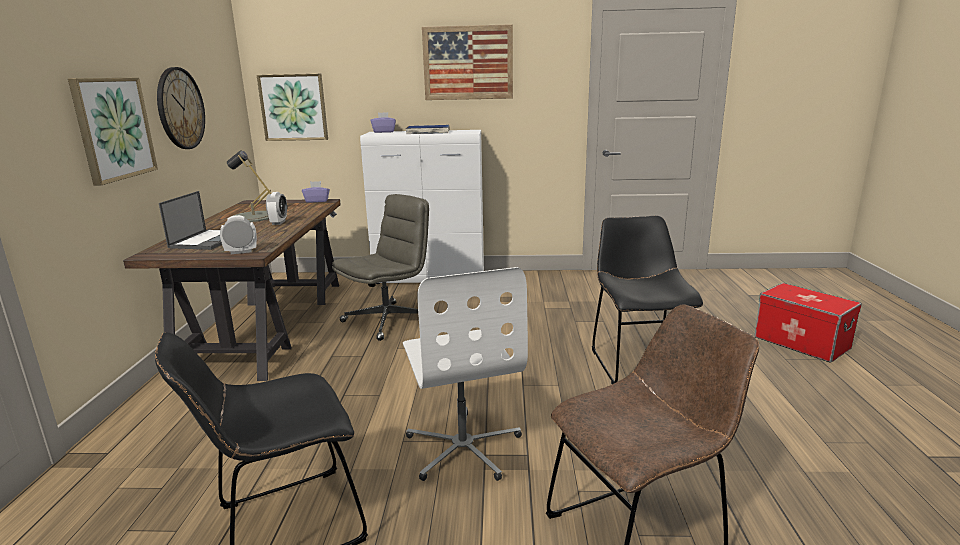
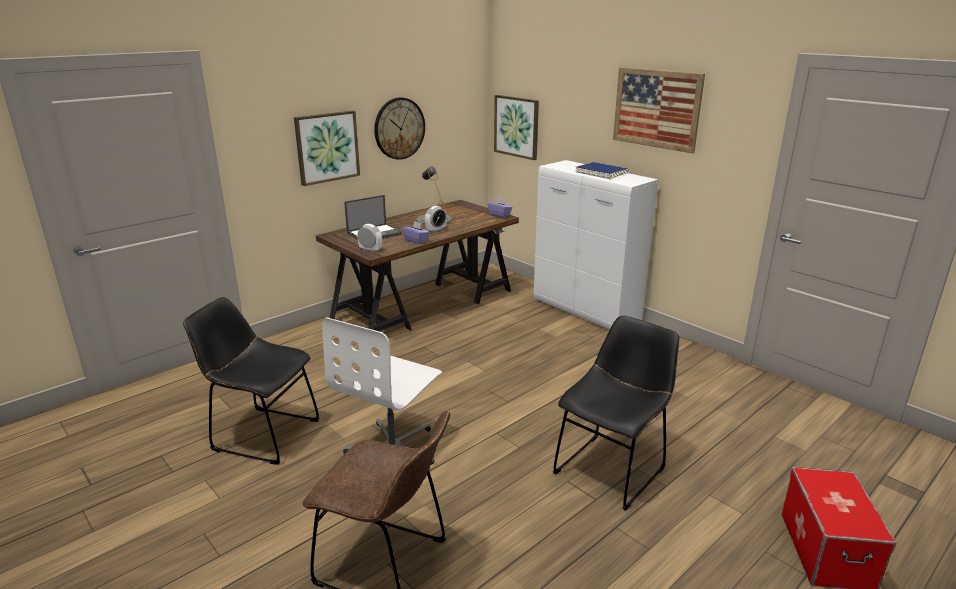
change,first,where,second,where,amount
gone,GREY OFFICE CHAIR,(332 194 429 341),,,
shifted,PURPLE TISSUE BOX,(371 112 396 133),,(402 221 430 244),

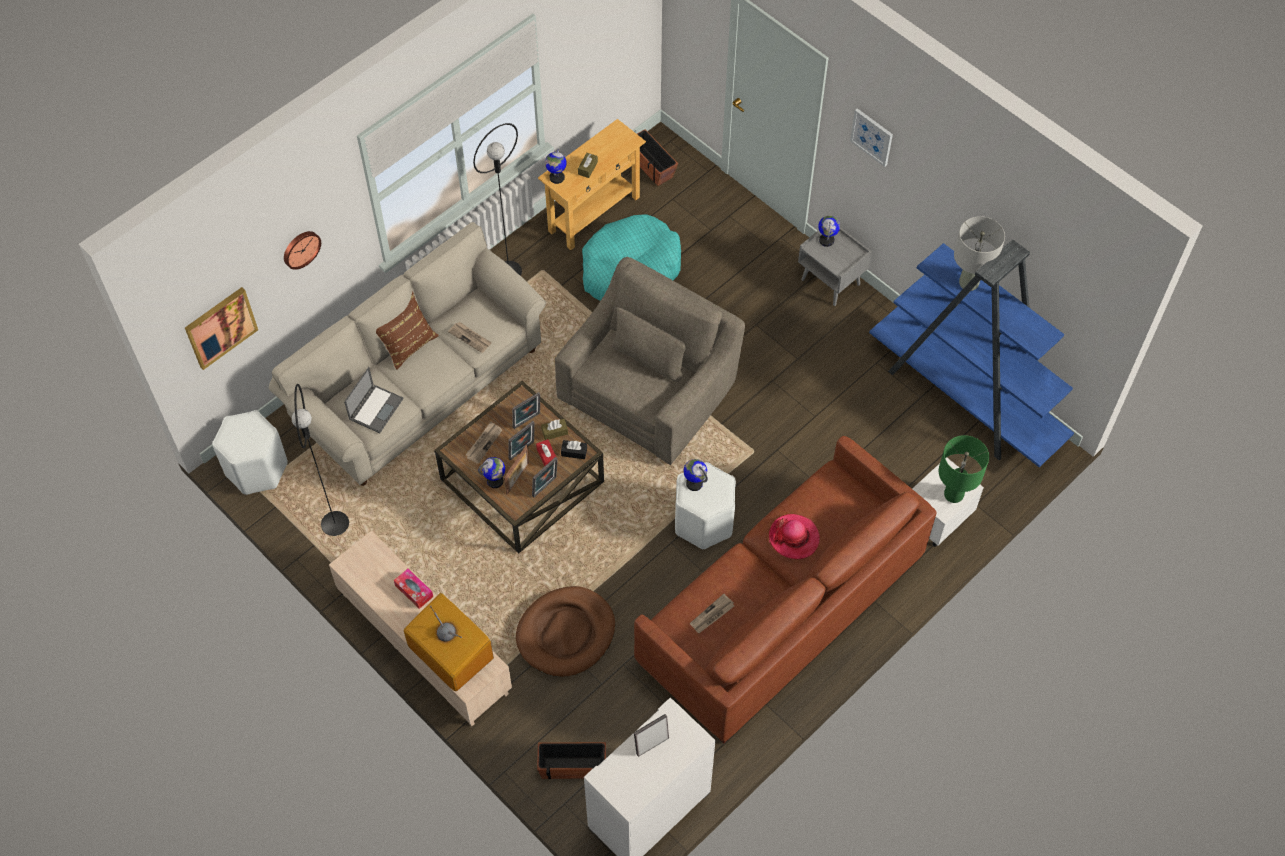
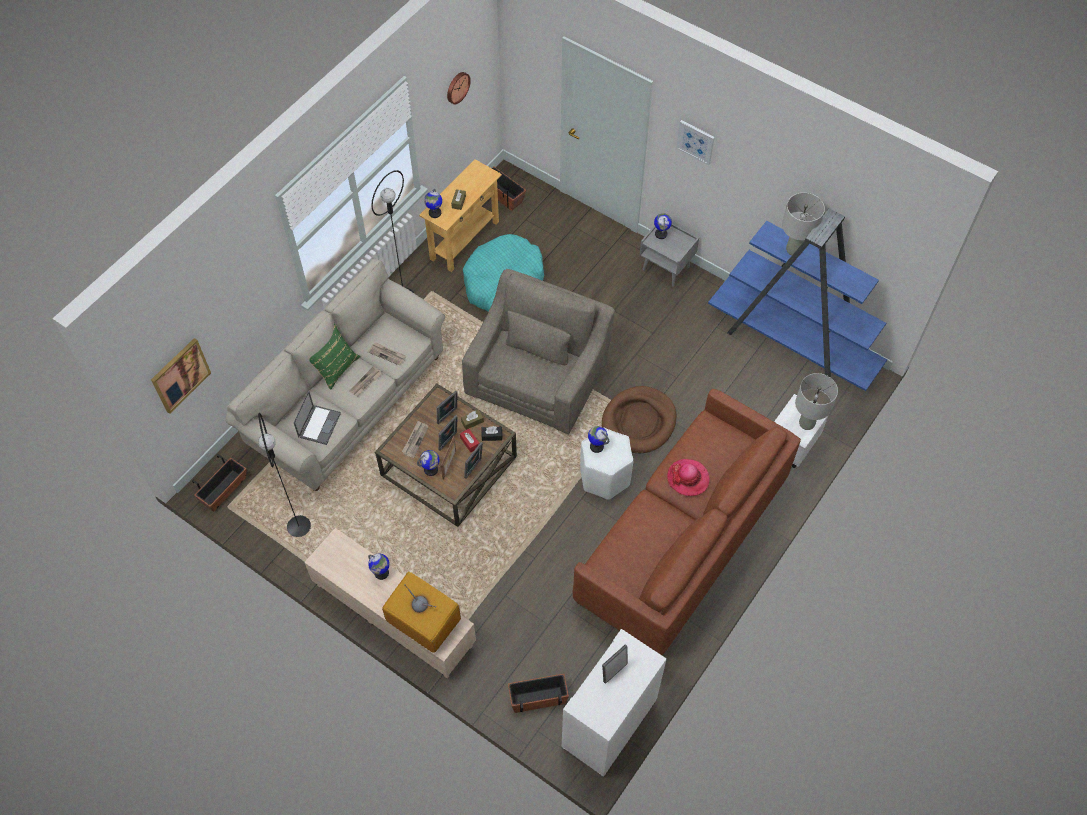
change,first,where,second,where,amount
swapped,WHITE STOOL,(212 410 288 495),PLANTER,(192 454 247 512),
shifted,WALL CLOCK,(284 231 321 270),,(447 72 471 104),
repainted,BROWN PILLOW,(376 291 439 370),GREEN PILLOW,(309 323 360 390),
swapped,TISSUE BOX,(394 569 433 609),GLOBE,(368 553 390 580),
shifted,BROWN DOG BED,(516 586 615 677),,(602 386 677 454),
shifted,NEWSPAPER,(690 594 734 633),,(349 366 382 397),
repainted,GREEN TABLE LAMP,(939 435 989 503),GREY TABLE LAMP,(795 373 838 430),

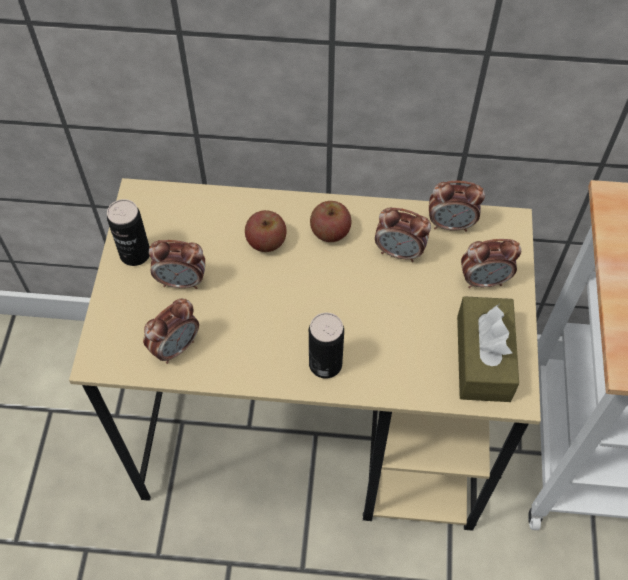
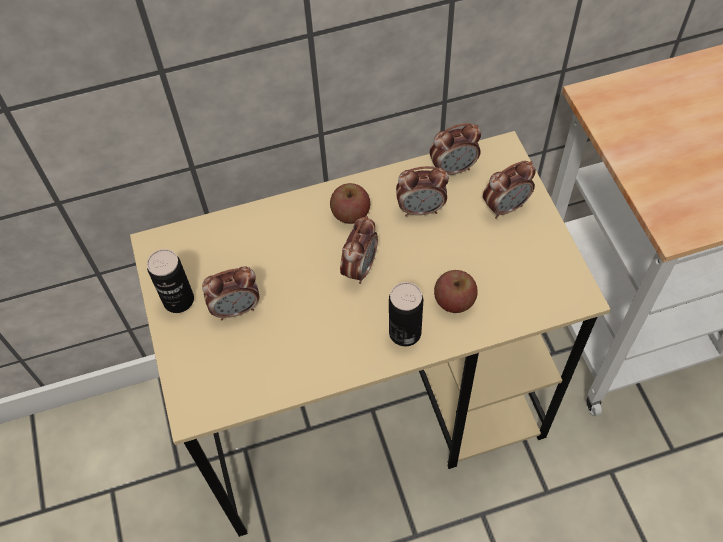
change,first,where,second,where,amount
shifted,ALARM CLOCK,(143 299 199 364),,(340 216 378 284),
shifted,APPLE,(245 210 287 252),,(434 270 478 313),
gone,BROWN TISSUE BOX,(457 296 519 402),,,

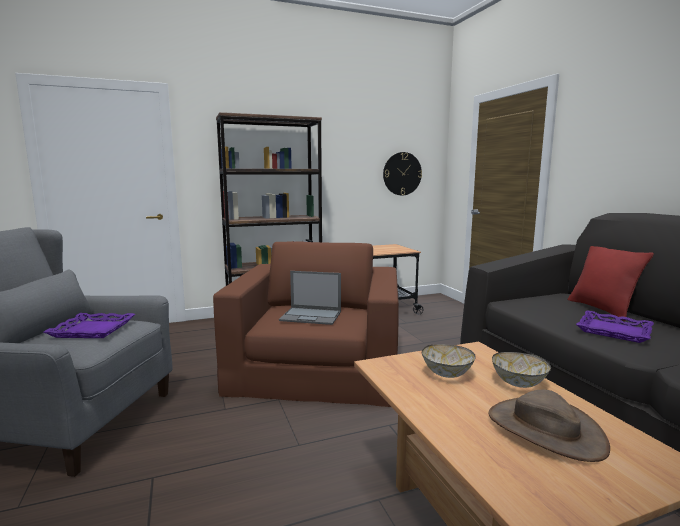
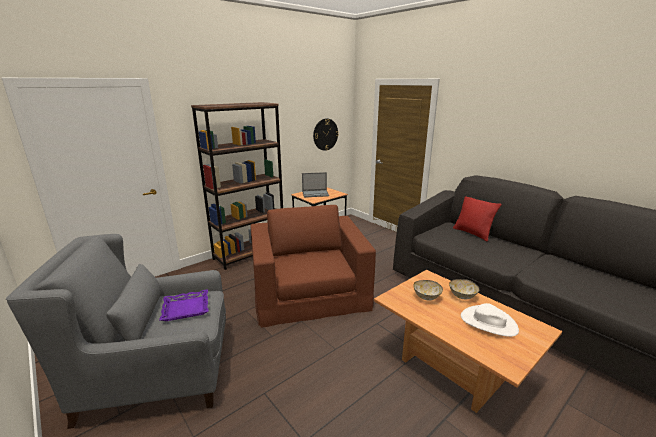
change,first,where,second,where,amount
shifted,LAPTOP,(279 271 341 325),,(302 172 329 197),
repainted,BROWN HAT,(489 390 610 462),WHITE HAT,(461 303 519 337),
gone,PURPLE TRAY,(576 310 654 343),,,

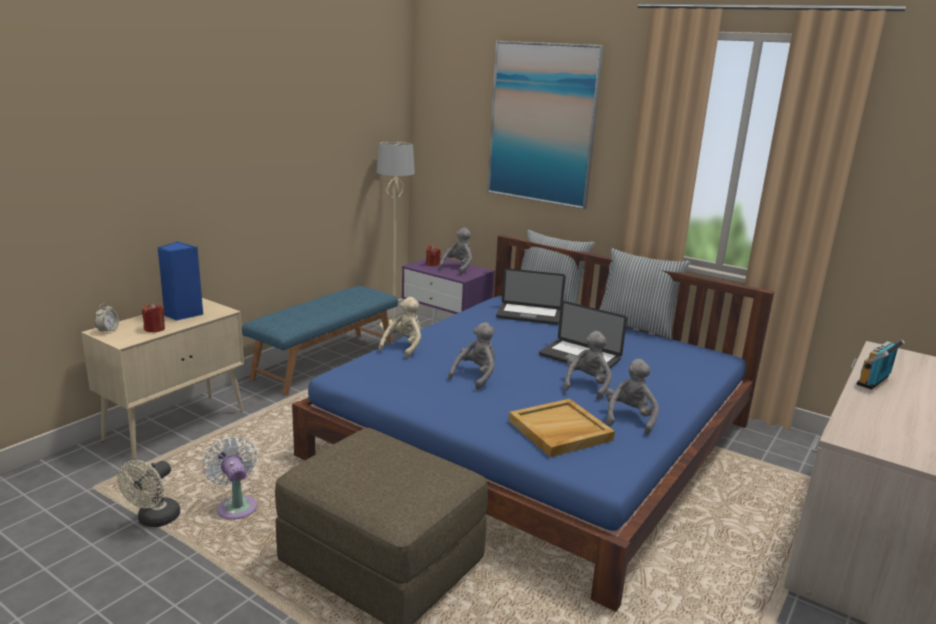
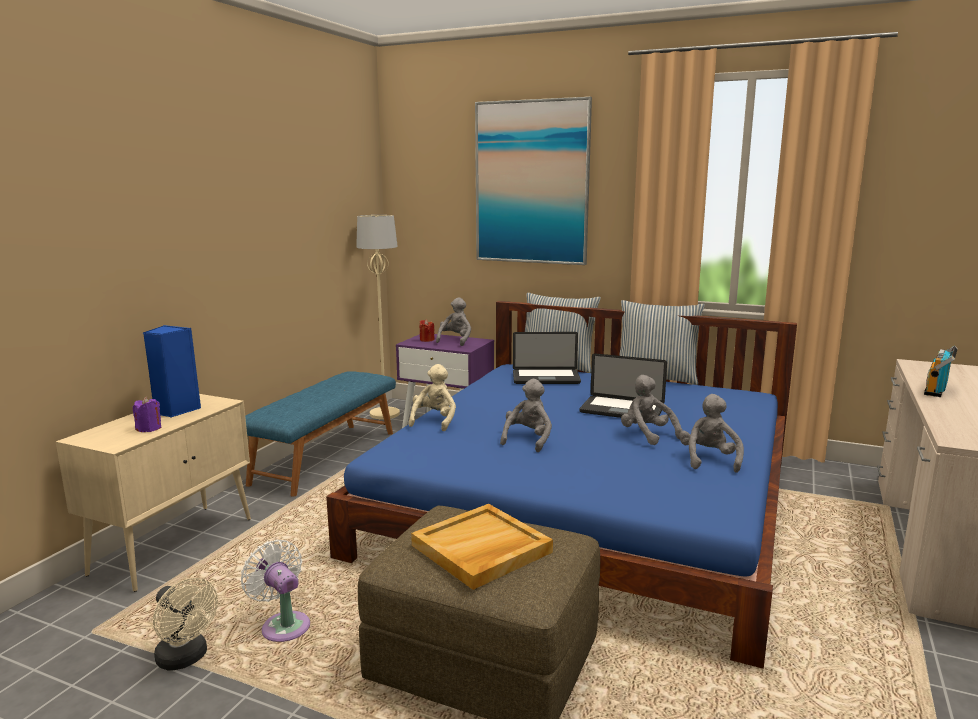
change,first,where,second,where,amount
gone,ALARM CLOCK,(95 303 119 333),,,
rotated,BEIGE FAN,(117 460 180 527),,(153 578 218 671),60 degrees counterclockwise
repainted,RED CANDLE,(142 303 165 333),PURPLE CANDLE,(133 397 161 432),
shifted,BEIGE TRAY,(509 399 615 457),,(411 504 553 590),
rotated,GREY PLUSH TOY,(563 331 612 400),,(621 375 683 445),45 degrees counterclockwise

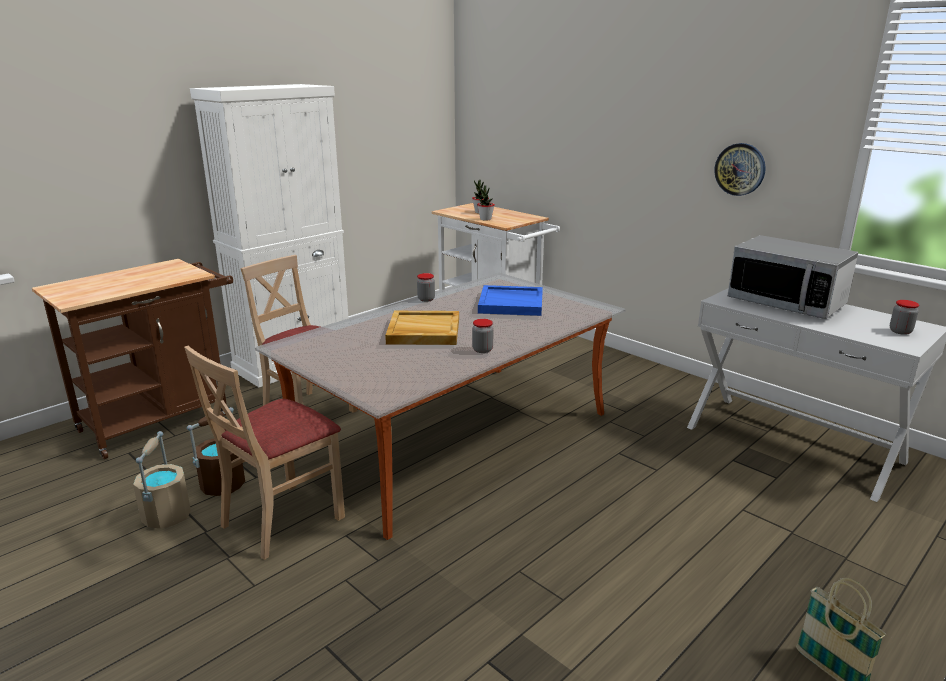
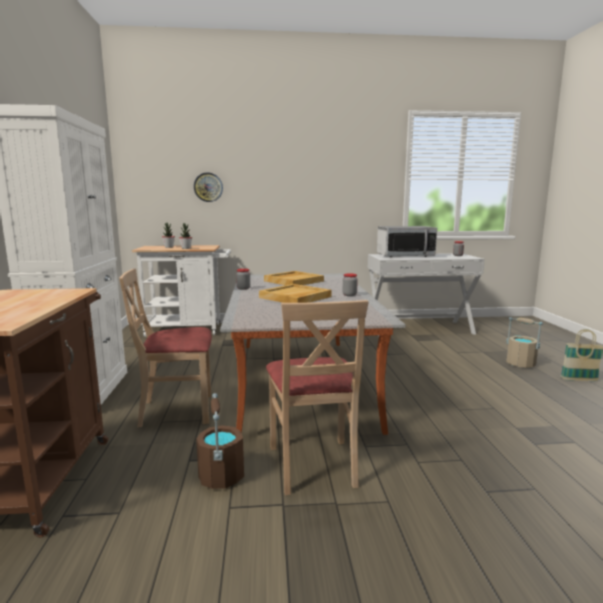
change,first,where,second,where,amount
shifted,BEIGE BUCKET,(133 431 191 529),,(506 317 543 368),
repainted,BLUE TRAY,(478 285 543 316),BEIGE TRAY,(264 271 324 285),
shifted,WALL CLOCK,(714 143 766 196),,(194 173 223 202),

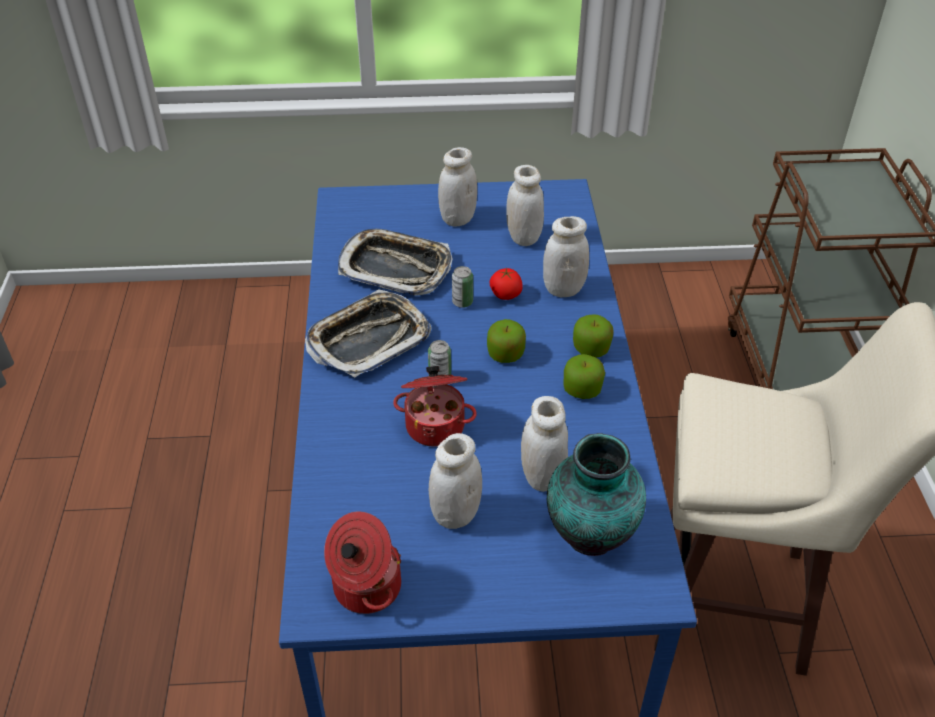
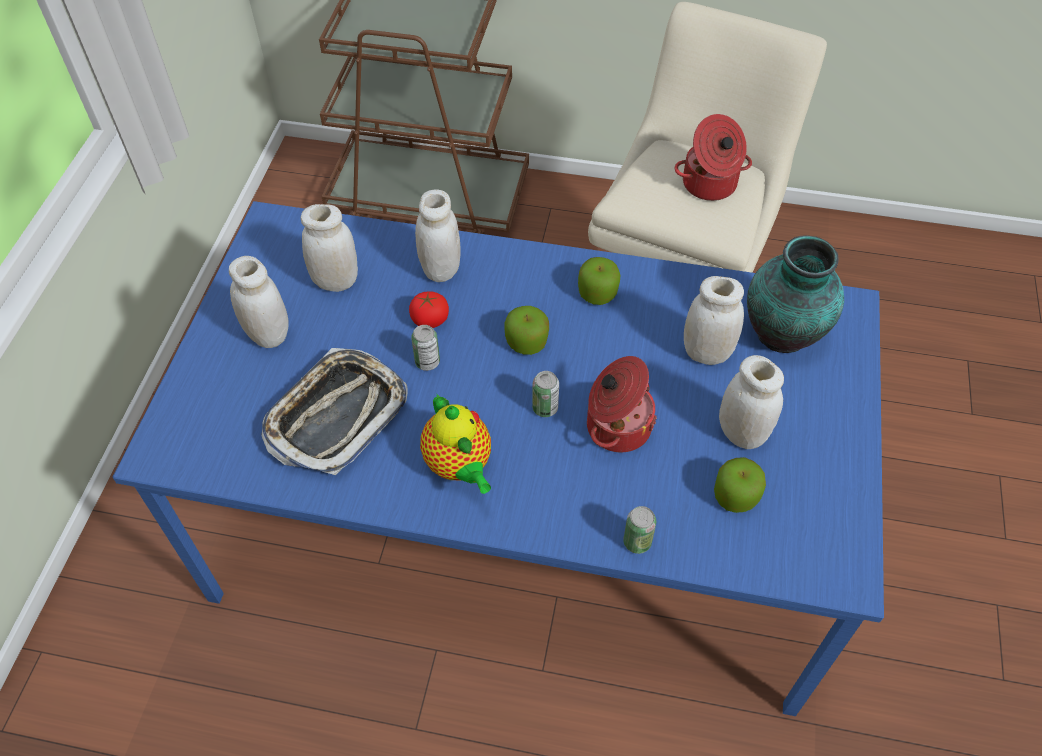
change,first,where,second,where,amount
swapped,TRAY,(305 289 431 377),TEAPOT,(420 394 491 494),
shifted,COOKING POT,(324 512 401 614),,(675 114 752 201),
shifted,APPLE,(573 314 613 358),,(714 457 766 513),
new,,,CAN,(623 506 656 554),

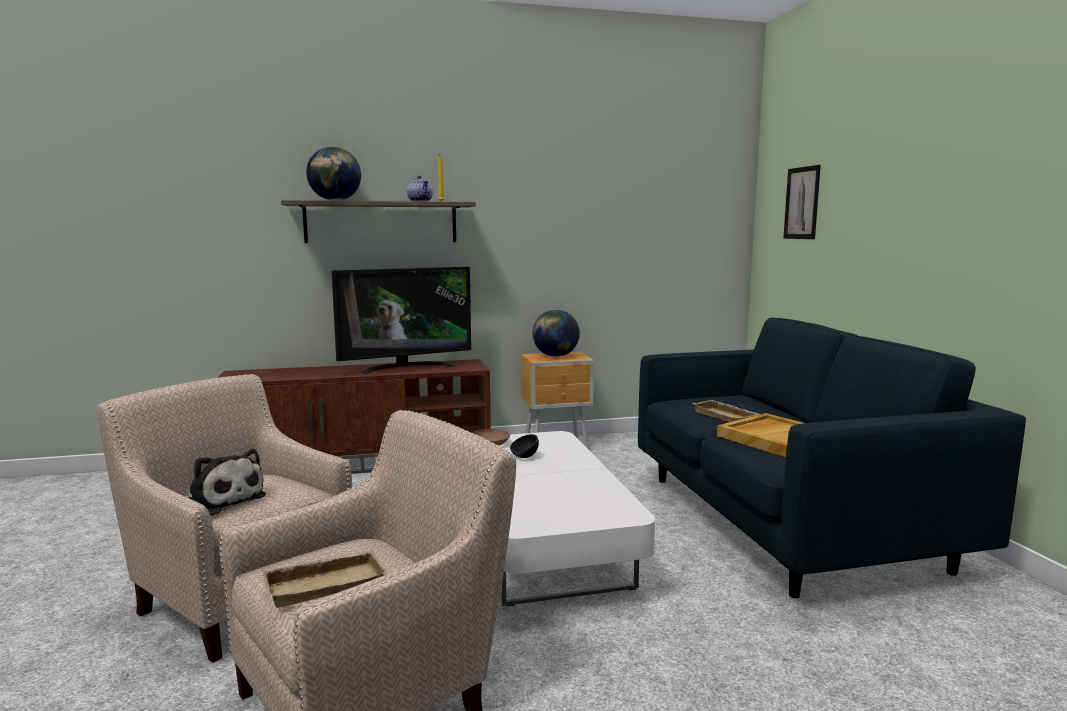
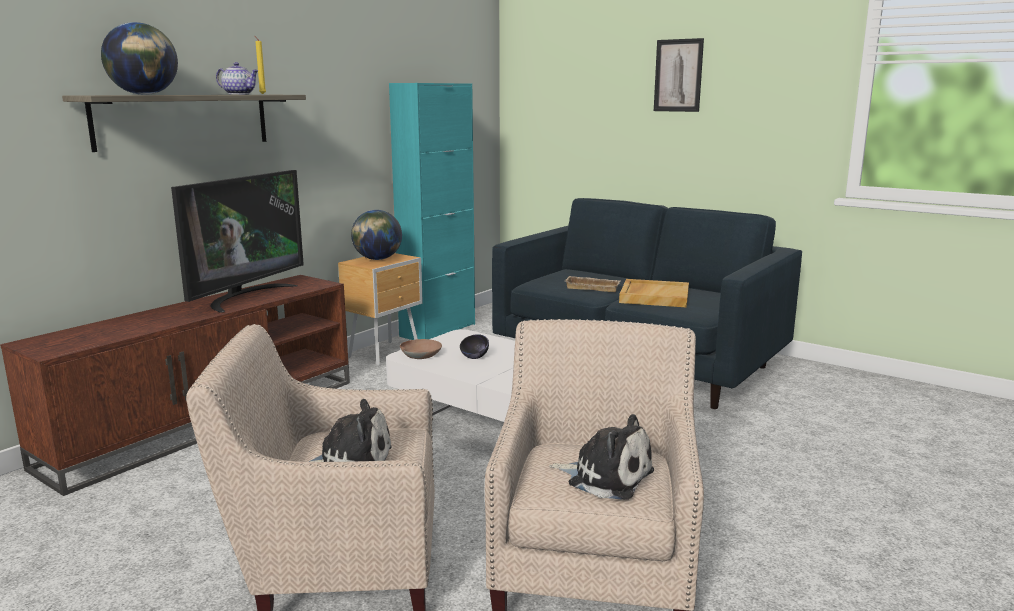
change,first,where,second,where,amount
swapped,BEIGE TRAY,(262 550 387 608),PLUSH TOY,(549 414 654 500),
shifted,PICTURE,(783 165 821 239),,(654 38 704 112),
new,,,TURQUOISE CABINET,(389 83 475 340),

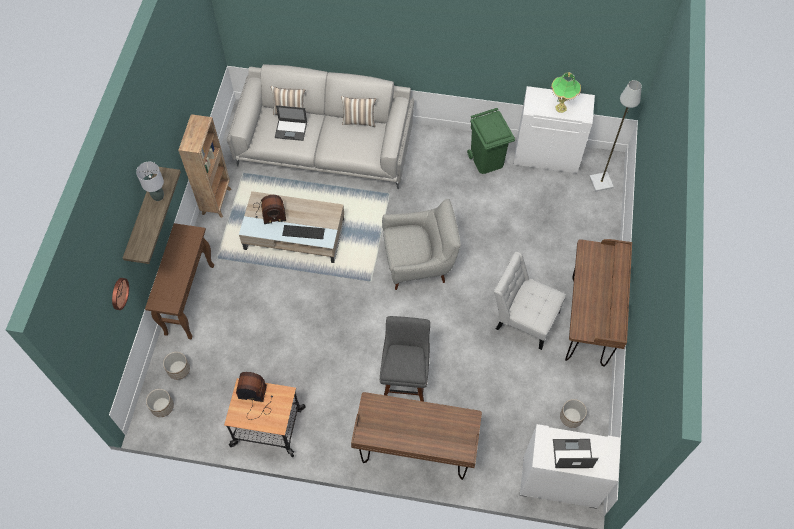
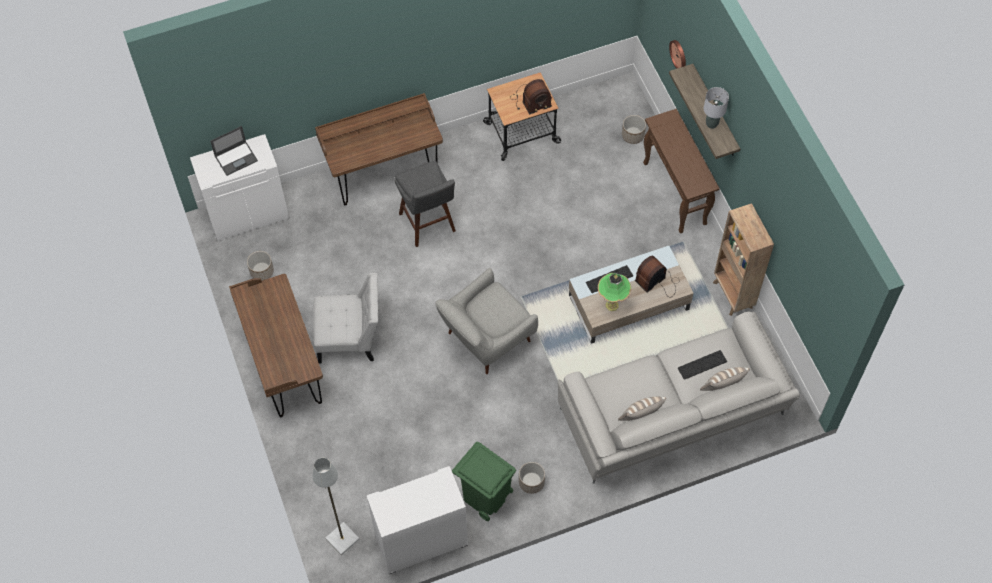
change,first,where,second,where,amount
shifted,PLANTER,(146 389 174 417),,(519 462 545 494),
swapped,LAPTOP,(275 105 307 141),KEYBOARD,(678 350 727 380),
shifted,TABLE LAMP,(551 72 581 113),,(597 273 631 311),

